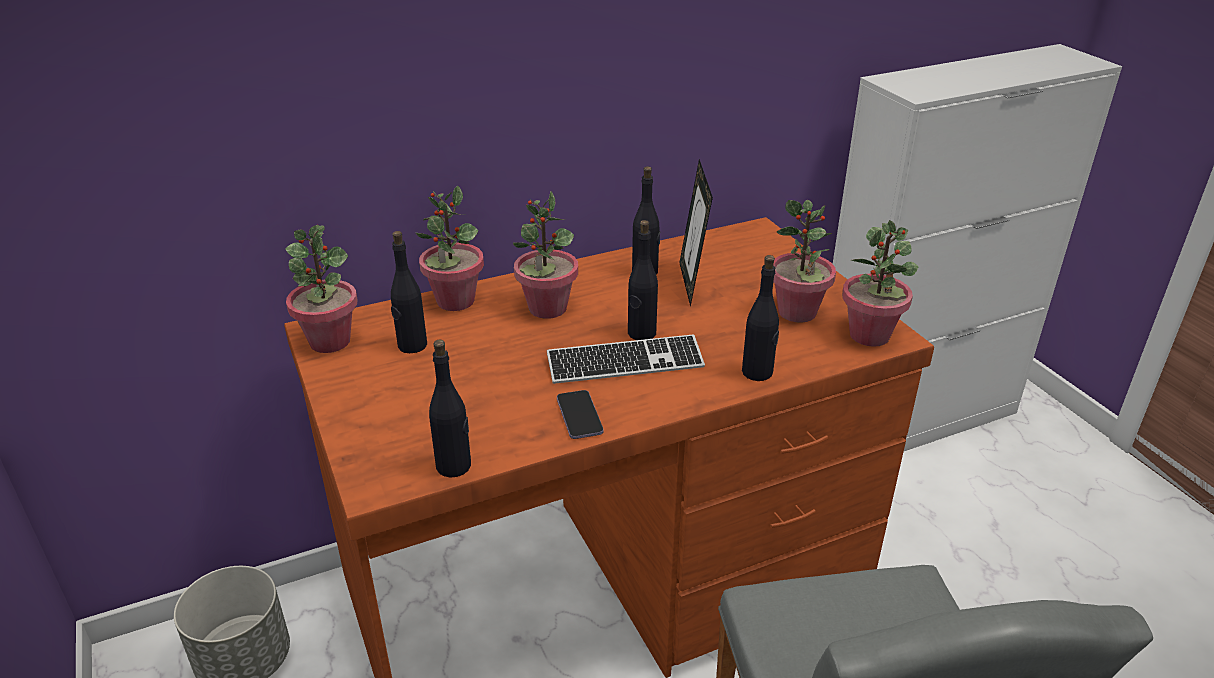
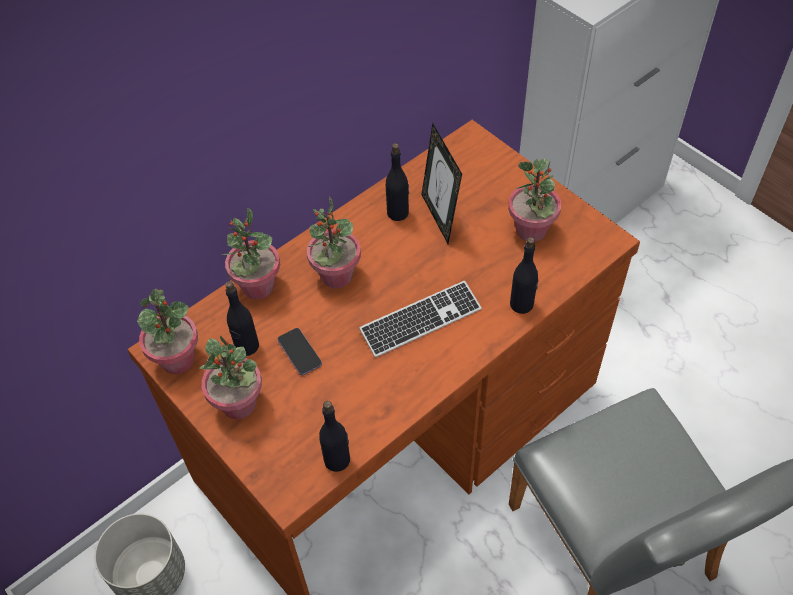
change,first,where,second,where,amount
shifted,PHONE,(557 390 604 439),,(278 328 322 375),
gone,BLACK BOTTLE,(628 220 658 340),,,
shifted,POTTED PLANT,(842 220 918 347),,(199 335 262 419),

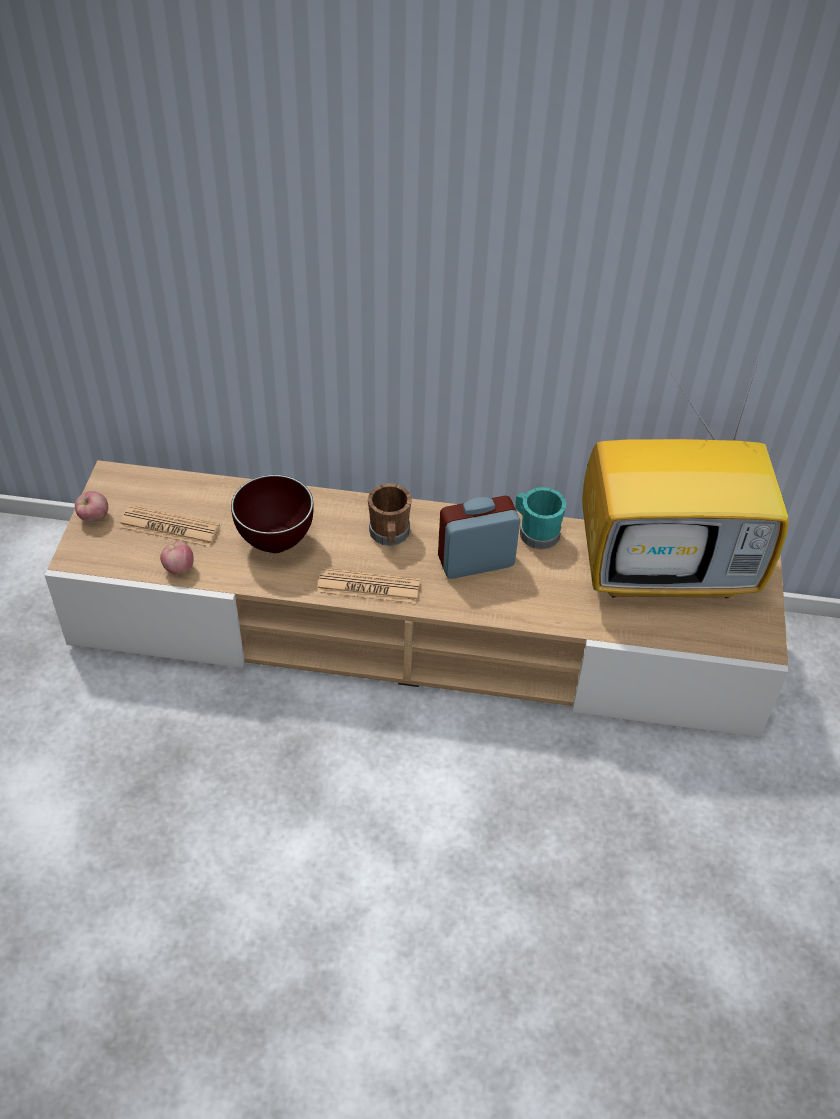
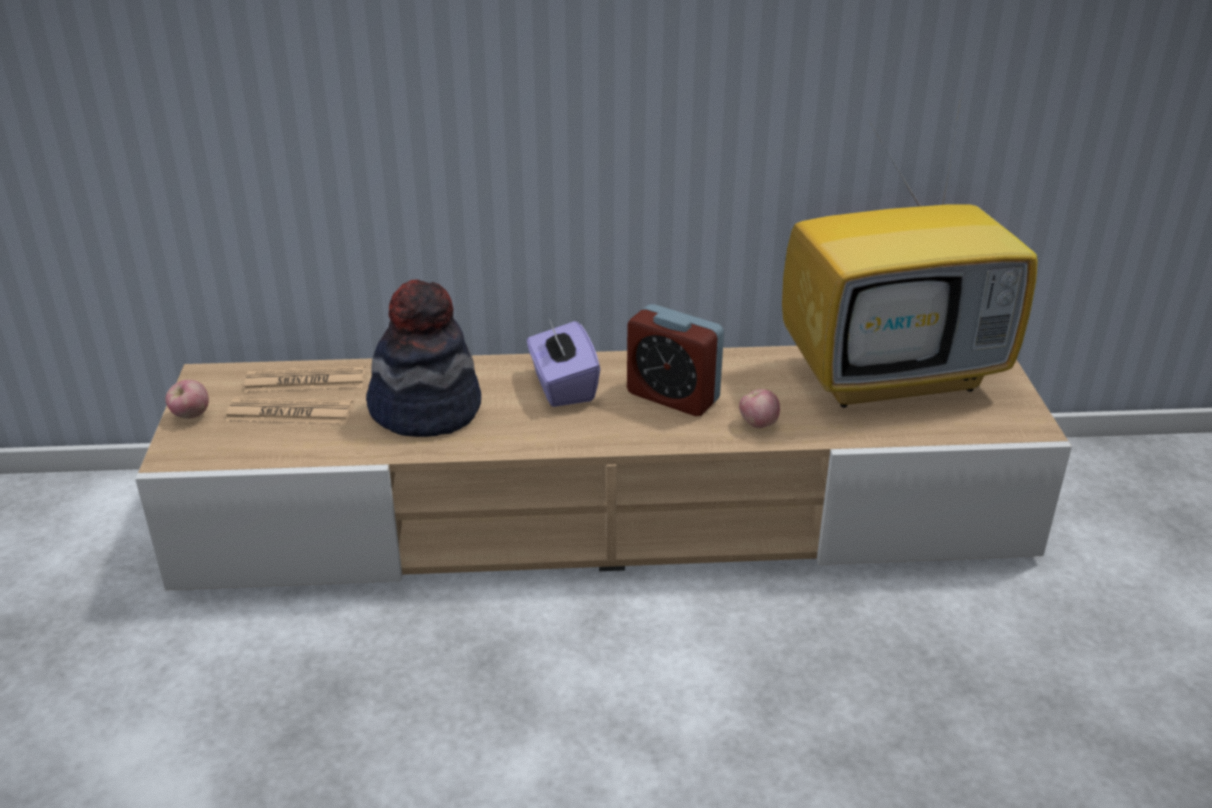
change,first,where,second,where,amount
shifted,APPLE,(160 542 194 575),,(739 389 780 428),
swapped,BROWN BOWL,(231 475 314 553),HAT,(366 279 481 437),
shifted,NEWSPAPER,(317 568 420 604),,(244 365 365 393),
swapped,BROWN MUG,(368 483 412 546),PURPLE TISSUE BOX,(527 319 600 407),
rotated,ALARM CLOCK,(438 496 520 579),,(627 304 724 416),120 degrees counterclockwise
gone,TURQUOISE MUG,(516 487 566 550),,,

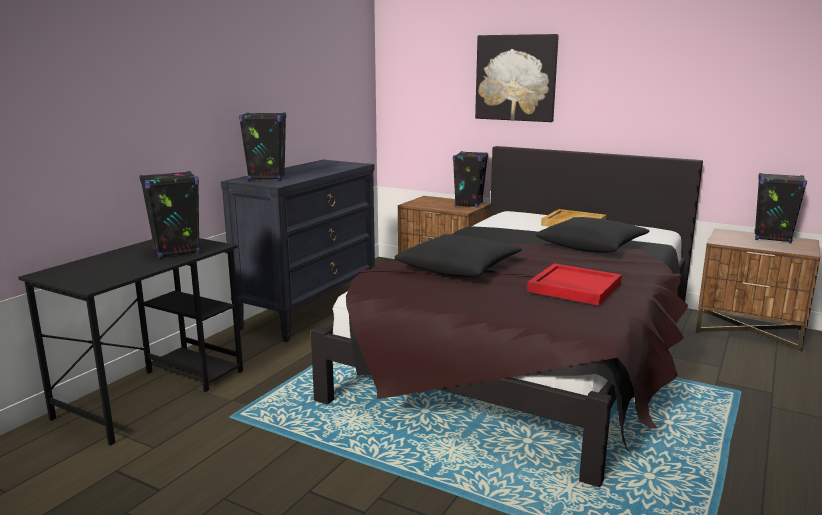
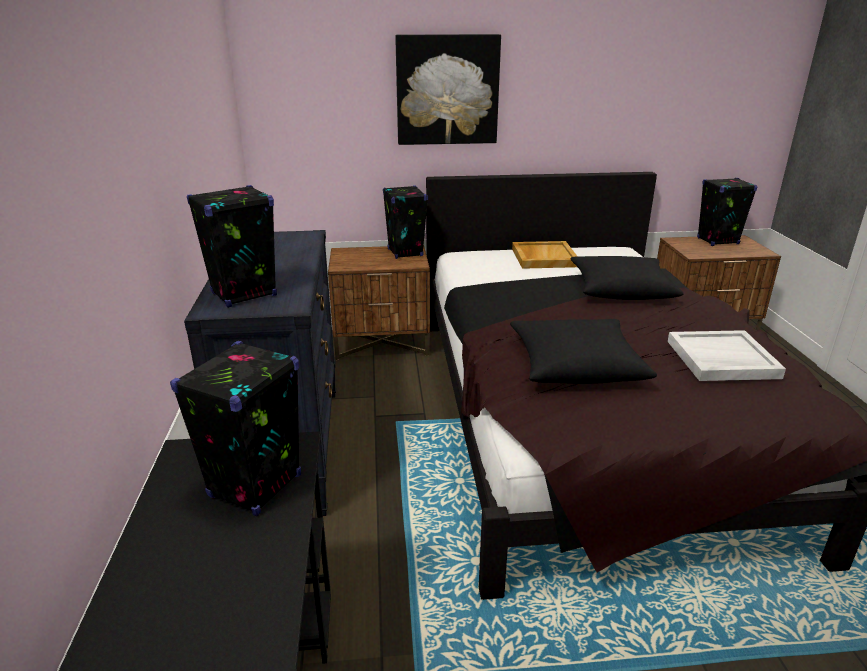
change,first,where,second,where,amount
repainted,RED TRAY,(527 263 622 305),WHITE TRAY,(668 330 786 381),

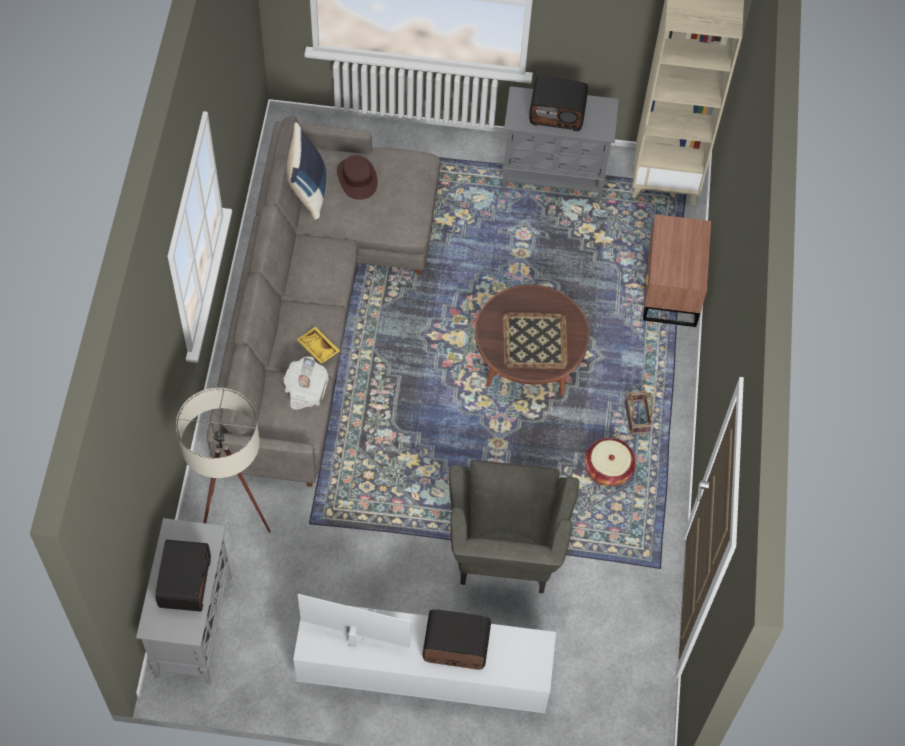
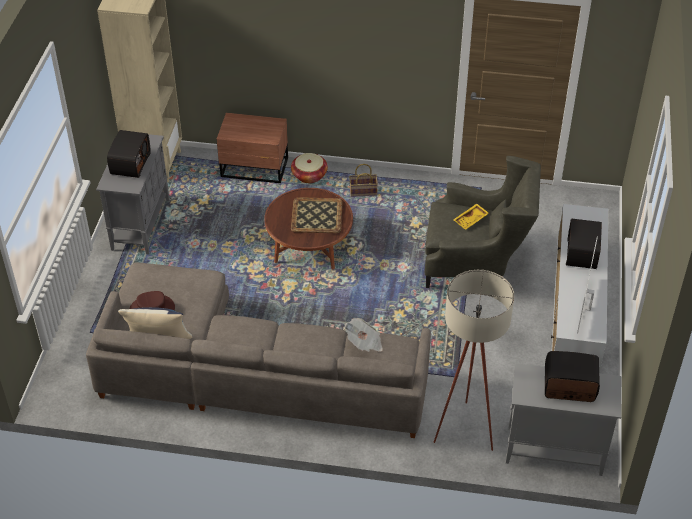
change,first,where,second,where,amount
shifted,YELLOW TRAY,(297 327 340 364),,(453 204 489 230),
shifted,BASKET,(584 438 636 486),,(291 153 328 183),

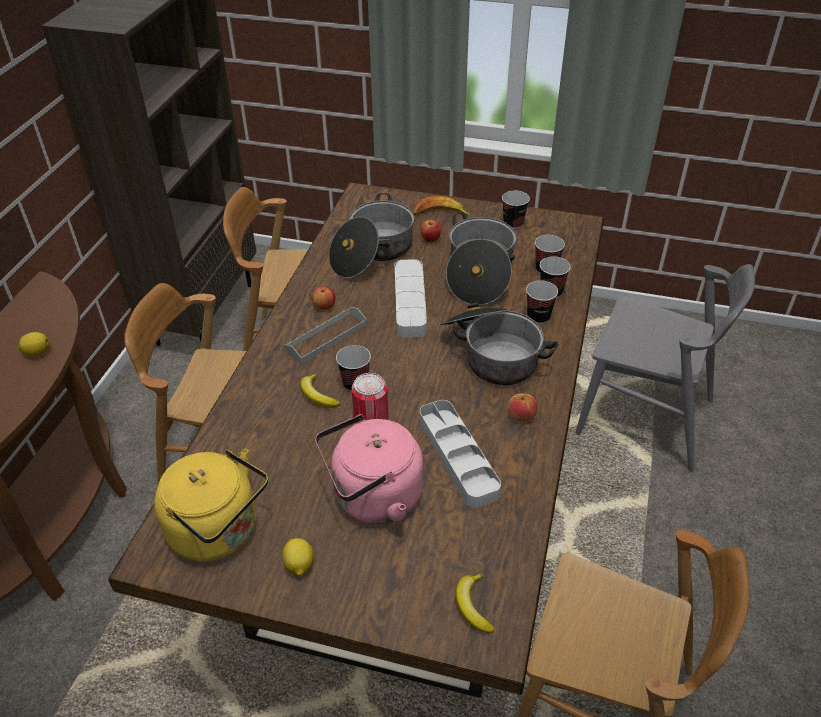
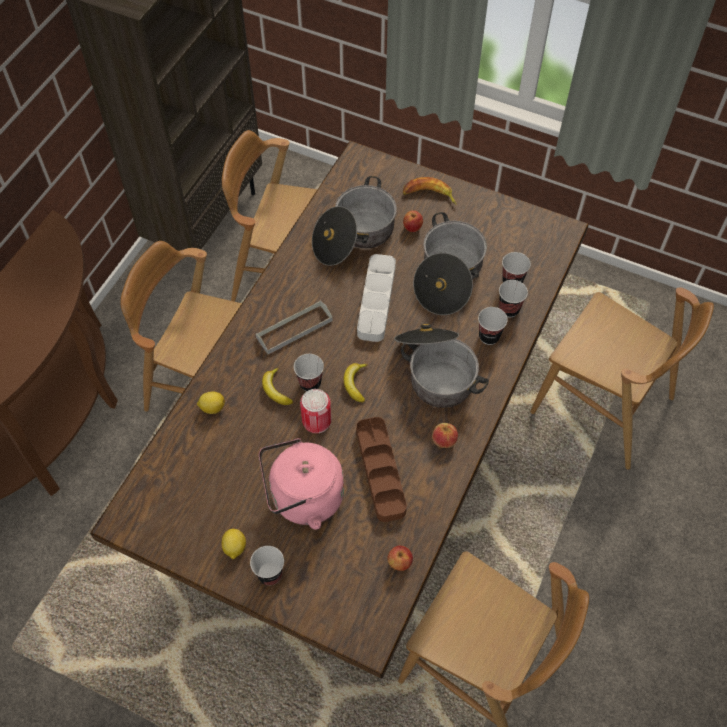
change,first,where,second,where,amount
shifted,LEMON,(18 332 49 357),,(197 392 225 414),
gone,YELLOW KETTLE,(154 449 268 561),,,
shifted,APPLE,(312 286 335 310),,(387 546 413 571),
repainted,GREY TRAY,(420 400 501 508),BROWN TRAY,(356 417 407 522),
shifted,BANANA,(456 573 495 633),,(344 363 368 402),
shifted,CUP,(502 190 530 229),,(250 546 284 585),
repainted,GREY CHAIR,(575 264 755 472),BROWN CHAIR,(530 287 714 470),

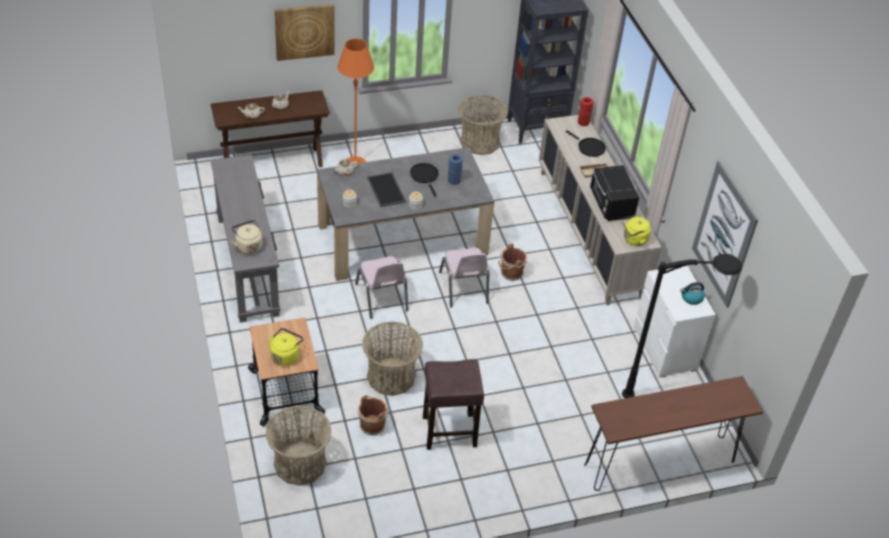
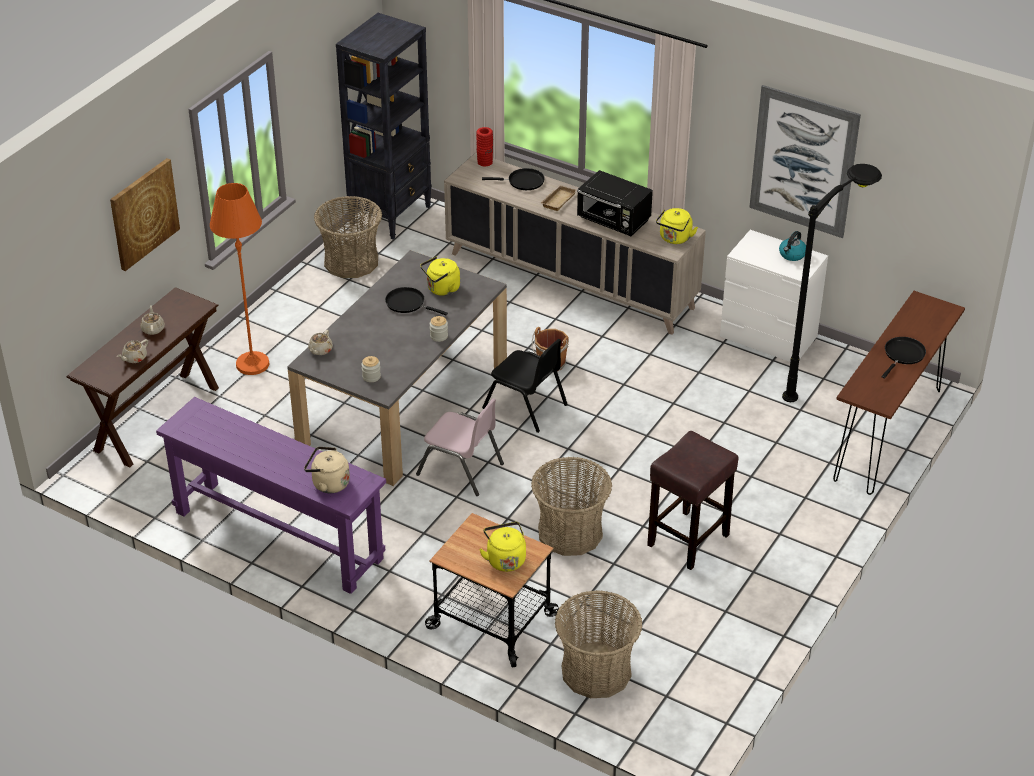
change,first,where,second,where,amount
repainted,GREY CONSOLE TABLE,(211 155 281 323),PURPLE CONSOLE TABLE,(156 397 386 594),
gone,BROWN BUCKET,(357 395 390 435),,,
gone,TRAY,(367 172 406 207),,,
repainted,PINK CHAIR,(439 248 489 307),BLACK CHAIR,(482 339 568 433),
swapped,BLUE VASE,(448 154 463 185),YELLOW KETTLE,(420 257 460 296),
new,,,BLACK FRYING PAN,(882 337 926 379),

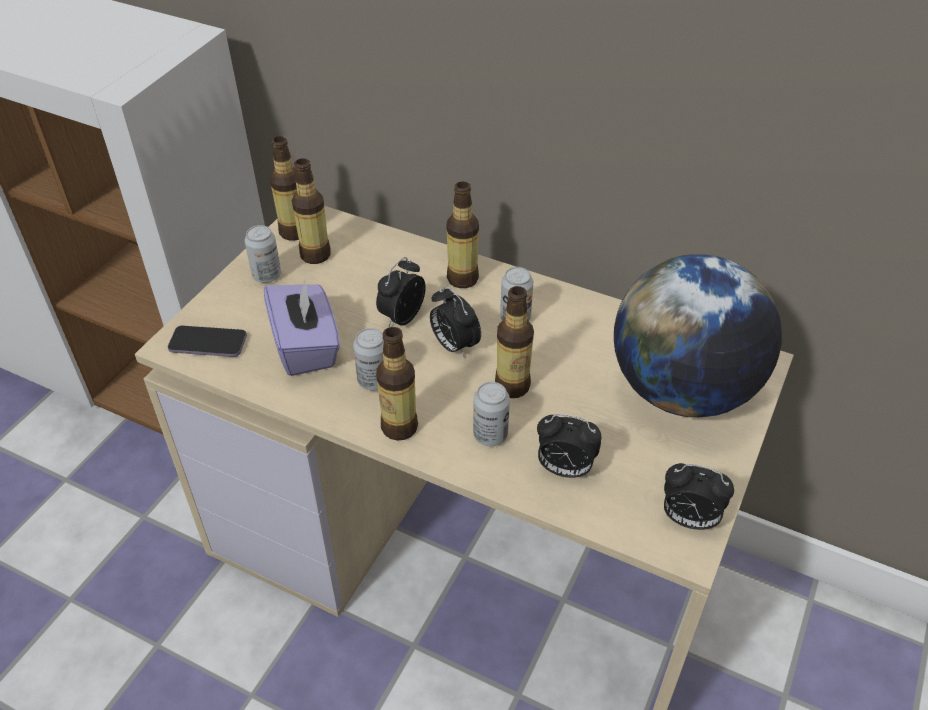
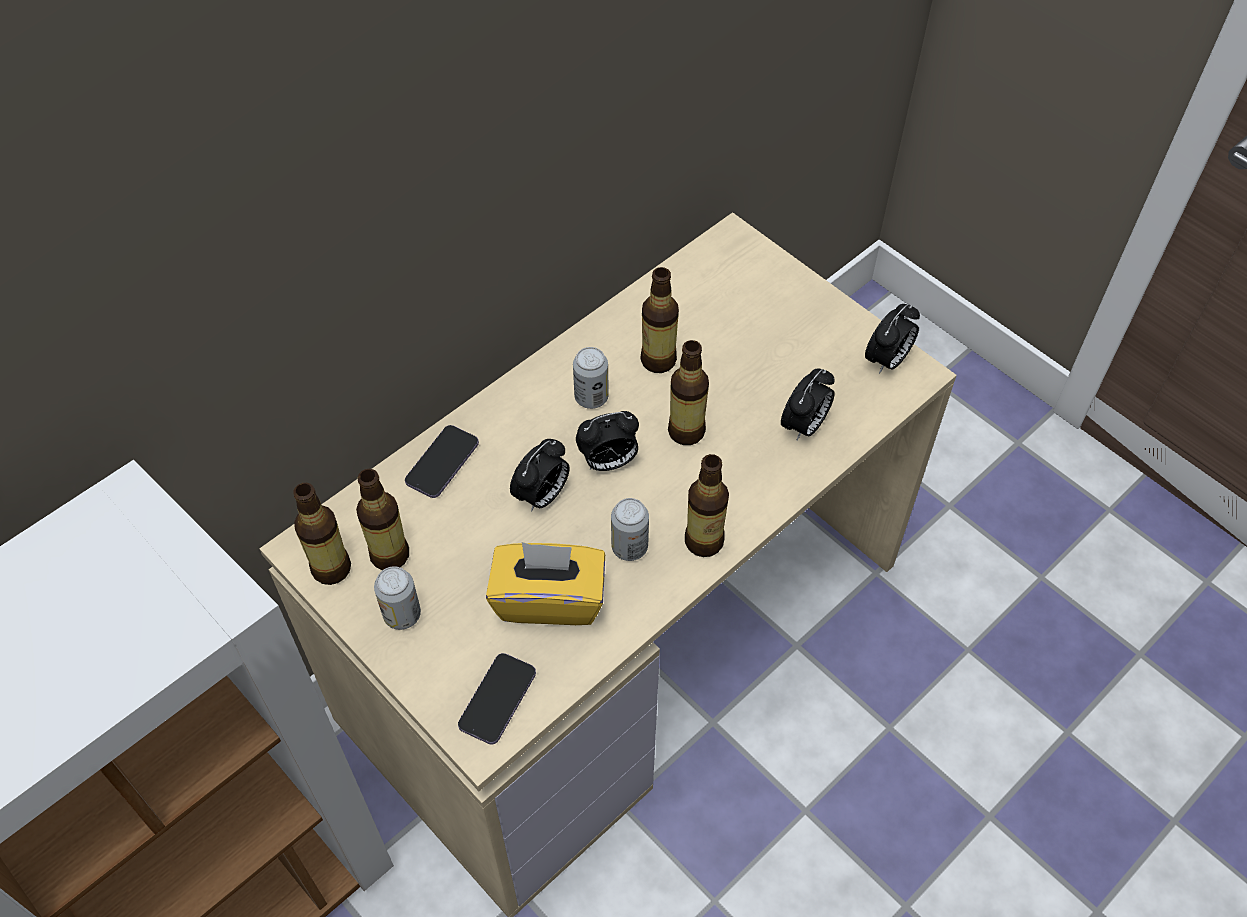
change,first,where,second,where,amount
repainted,PURPLE TISSUE BOX,(264 280 340 376),YELLOW TISSUE BOX,(486 542 605 625),
rotated,ALARM CLOCK,(376 257 426 327),,(510 439 570 512),105 degrees counterclockwise
shifted,BOTTLE,(446 181 479 288),,(640 267 679 373),
gone,CAN,(473 382 510 446),,,
gone,GLOBE,(614 254 782 417),,,
new,,,PHONE,(405 425 479 498),

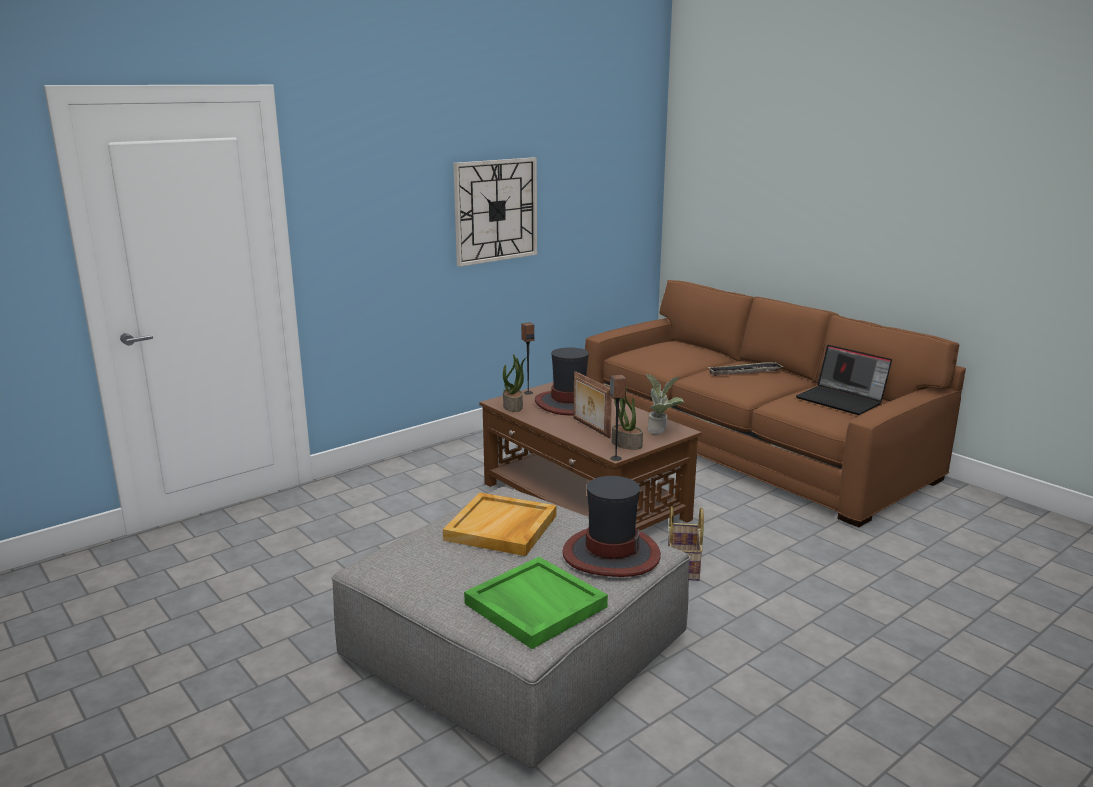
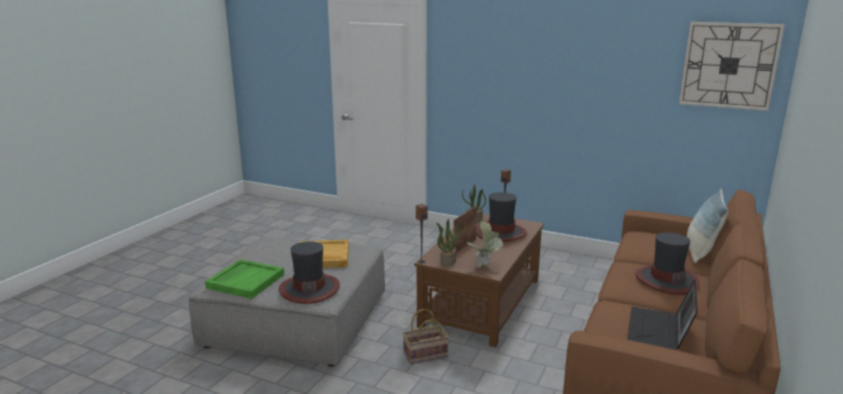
change,first,where,second,where,amount
shifted,WALL CLOCK,(453 157 537 267),,(679 22 784 111),
swapped,TRAY,(708 362 784 376),HAT,(635 232 700 295),
new,,,PILLOW,(687 188 728 263),

